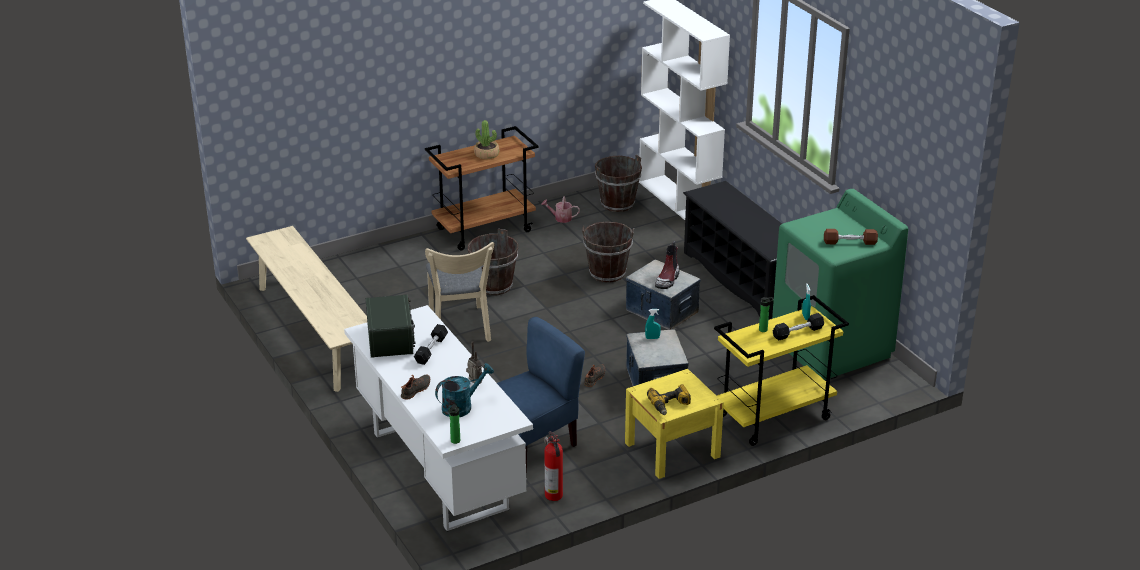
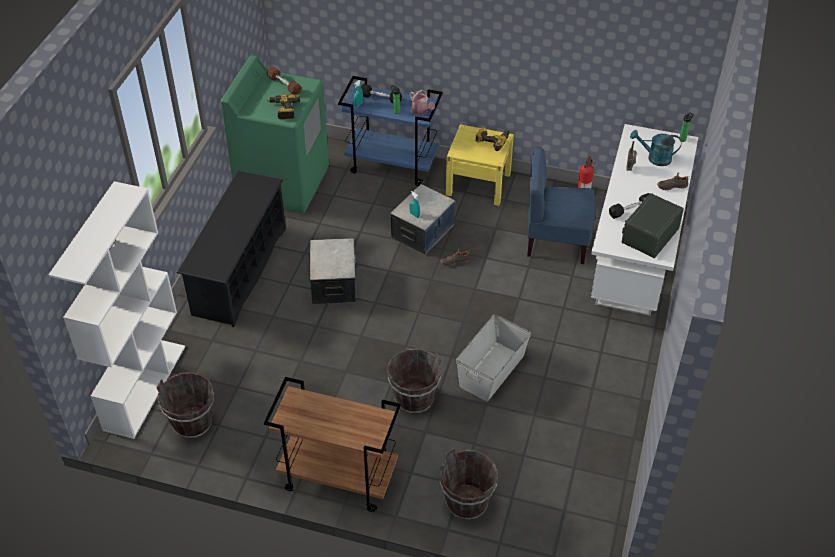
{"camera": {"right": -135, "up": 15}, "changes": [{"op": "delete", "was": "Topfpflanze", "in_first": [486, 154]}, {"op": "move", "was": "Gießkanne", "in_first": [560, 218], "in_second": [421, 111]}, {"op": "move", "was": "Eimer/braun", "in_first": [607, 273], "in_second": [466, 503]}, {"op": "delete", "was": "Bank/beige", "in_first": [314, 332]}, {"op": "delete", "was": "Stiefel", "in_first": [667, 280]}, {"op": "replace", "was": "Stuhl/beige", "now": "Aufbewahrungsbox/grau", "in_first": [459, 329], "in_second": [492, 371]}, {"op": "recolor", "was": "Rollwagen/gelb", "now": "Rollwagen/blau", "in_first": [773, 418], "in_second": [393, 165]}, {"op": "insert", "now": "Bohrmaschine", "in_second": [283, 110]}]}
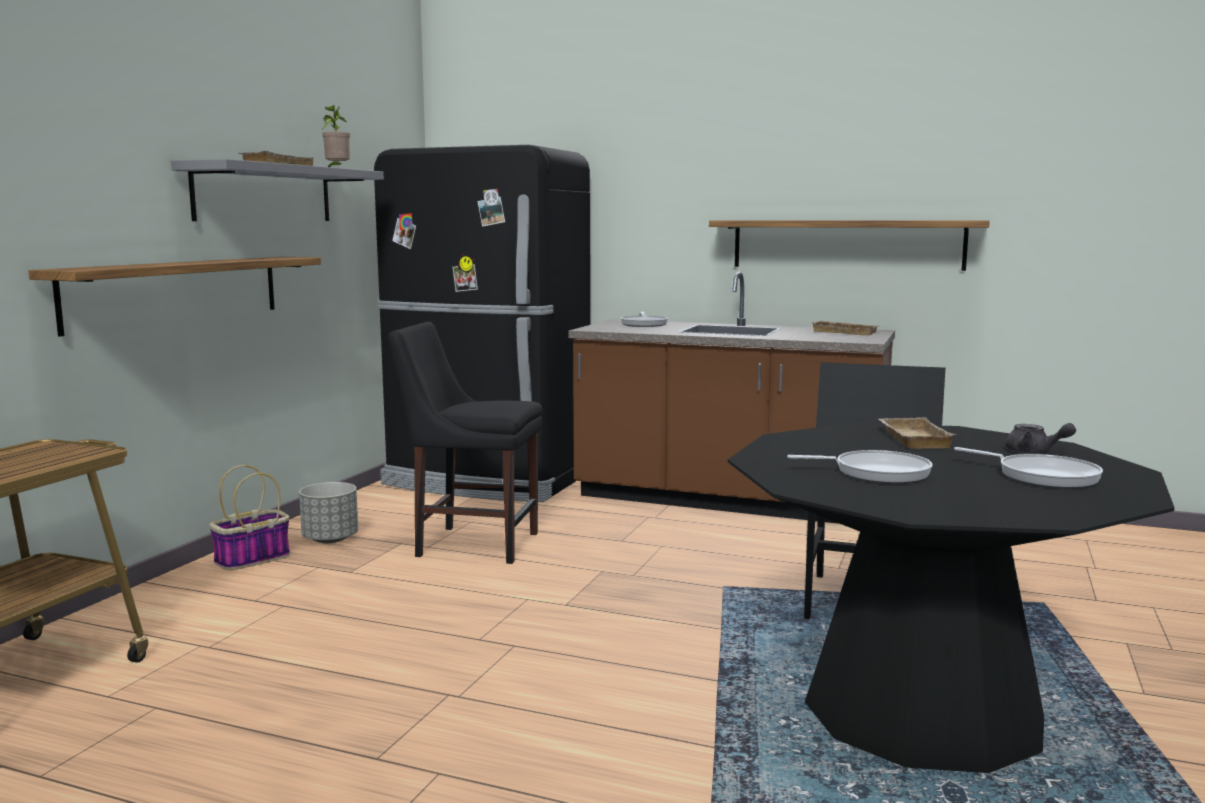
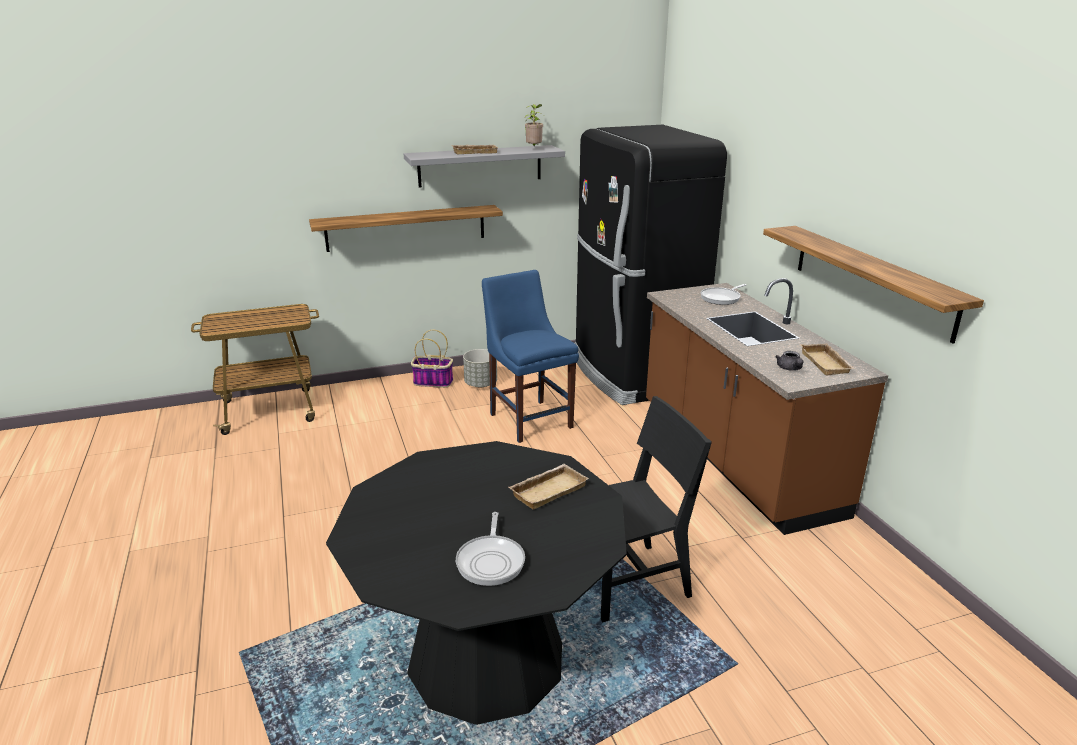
{"camera": {"right": 50, "up": 15}, "changes": [{"op": "recolor", "was": "Stuhl/schwarz", "now": "Stuhl/blau", "in_first": [471, 544], "in_second": [529, 419]}, {"op": "move", "was": "Teekanne/grau", "in_first": [1034, 452], "in_second": [790, 369]}, {"op": "delete", "was": "Pfanne", "in_first": [876, 473]}]}
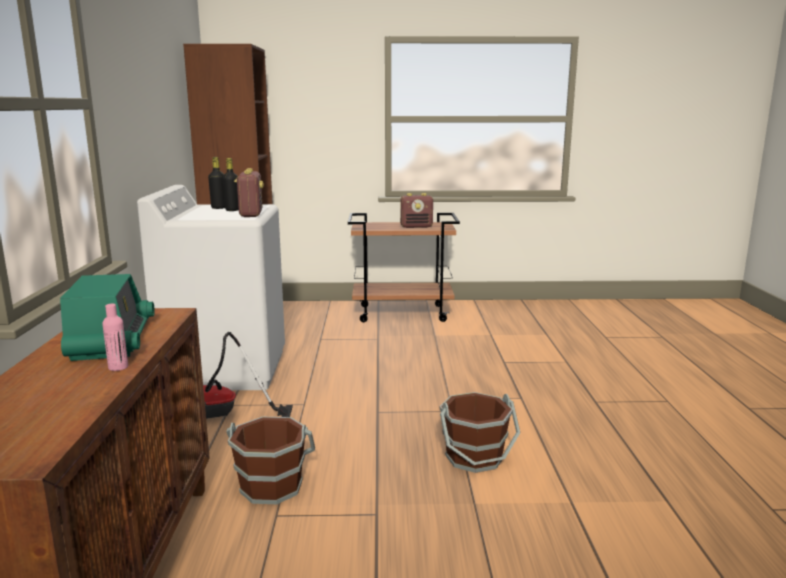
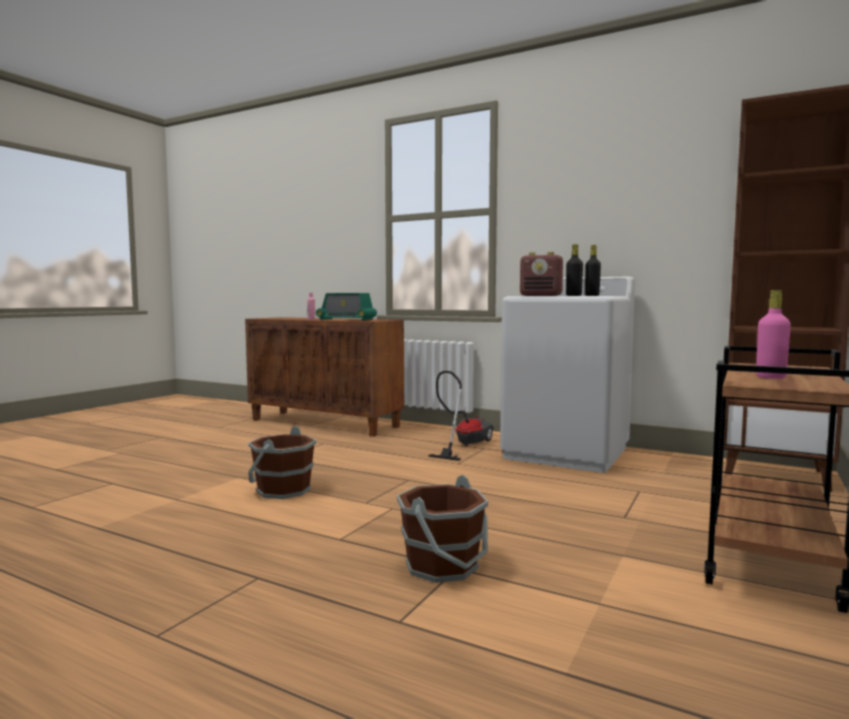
{"camera": {"right": 120, "up": -10}, "changes": [{"op": "replace", "was": "Radio", "now": "Flasche/rosa", "in_first": [416, 226], "in_second": [770, 377]}, {"op": "move", "was": "Eimer/braun", "in_first": [271, 486], "in_second": [443, 565]}]}
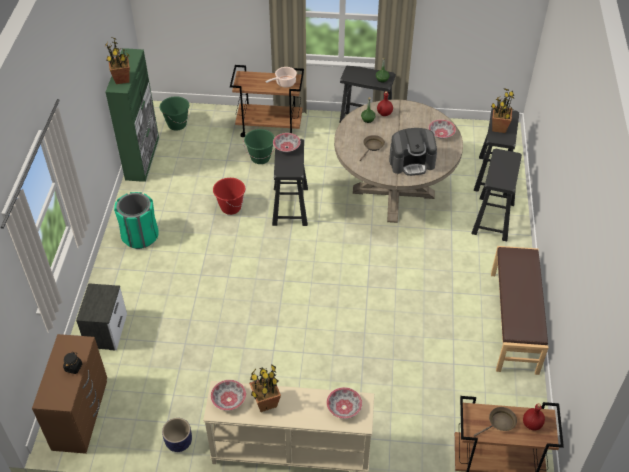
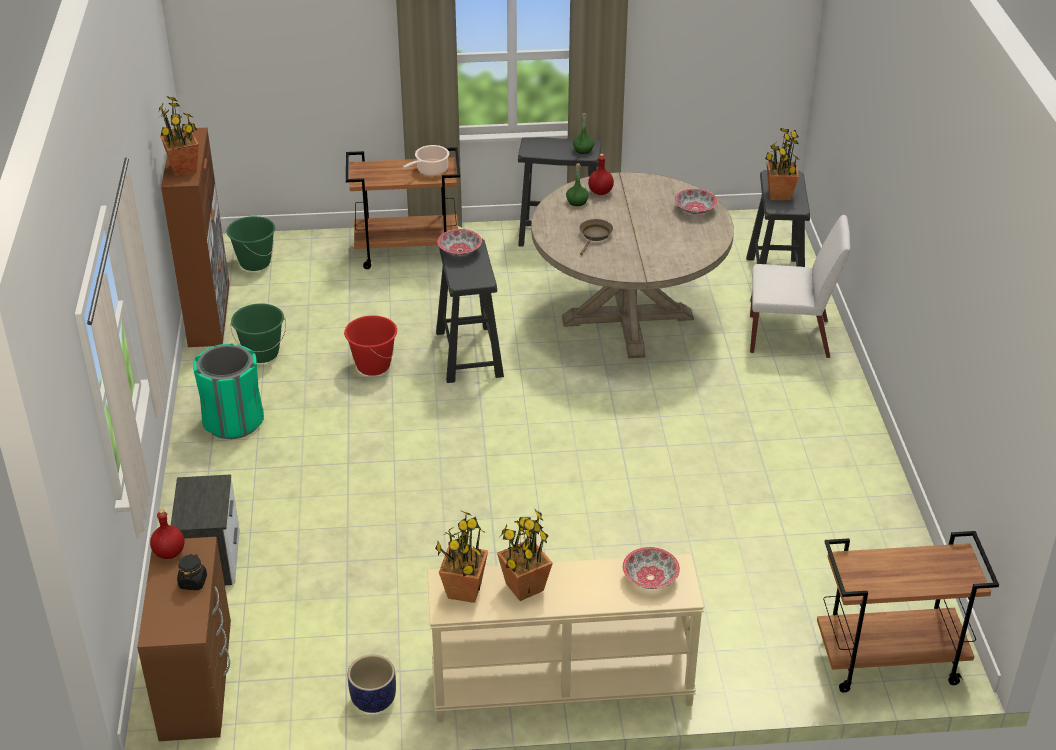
{"camera": {"right": -10, "up": -10}, "changes": [{"op": "recolor", "was": "Schrank/grün", "now": "Schrank/braun", "in_first": [142, 158], "in_second": [209, 314]}, {"op": "delete", "was": "Kaffeemaschine", "in_first": [412, 162]}, {"op": "move", "was": "Eimer/grün", "in_first": [260, 158], "in_second": [262, 353]}, {"op": "replace", "was": "Hocker/schwarz", "now": "Stuhl/weiß", "in_first": [493, 219], "in_second": [790, 336]}, {"op": "delete", "was": "Bank/braun", "in_first": [514, 322]}, {"op": "replace", "was": "Schüssel", "now": "Topfpflanze", "in_first": [229, 400], "in_second": [464, 591]}, {"op": "move", "was": "Flasche/rot", "in_first": [532, 424], "in_second": [170, 552]}, {"op": "delete", "was": "Pfanne/braun", "in_first": [500, 423]}]}
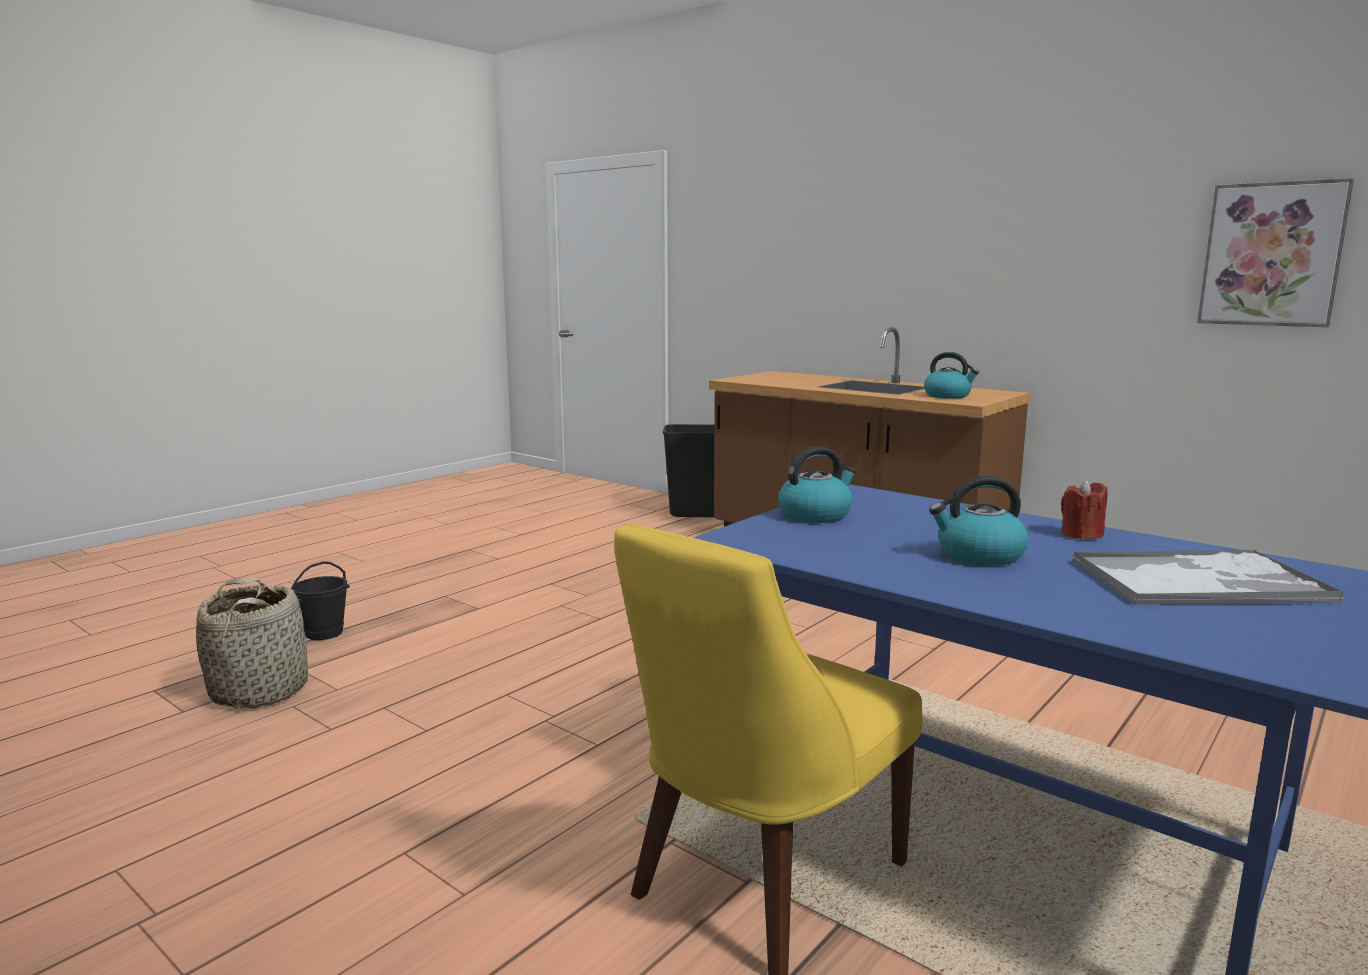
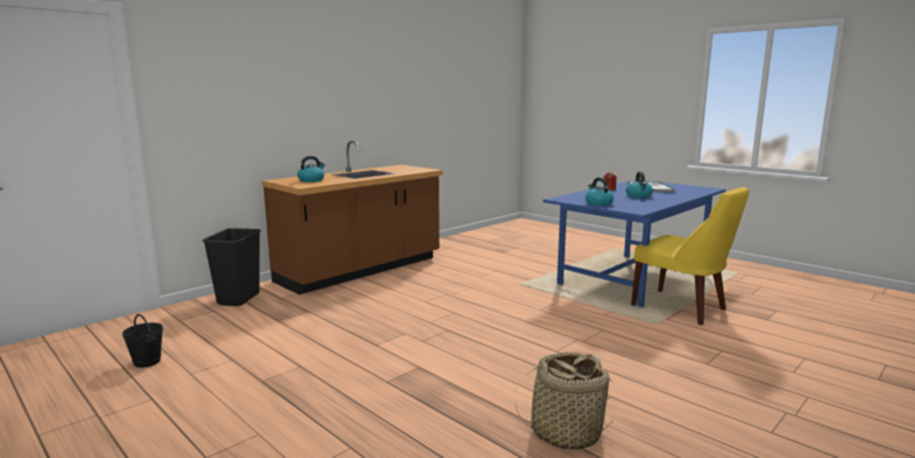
{"camera": {"right": -85, "up": 0}, "changes": [{"op": "delete", "was": "Bild", "in_first": [1271, 254]}, {"op": "move", "was": "Wasserkessel", "in_first": [948, 396], "in_second": [311, 180]}, {"op": "move", "was": "Eimer/schwarz", "in_first": [324, 633], "in_second": [148, 362]}]}
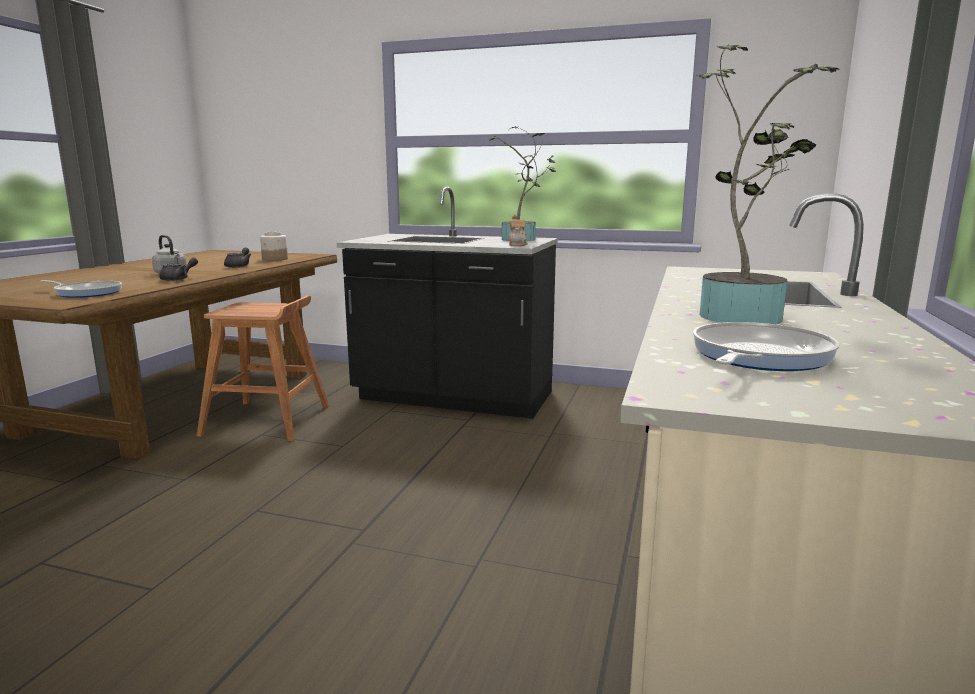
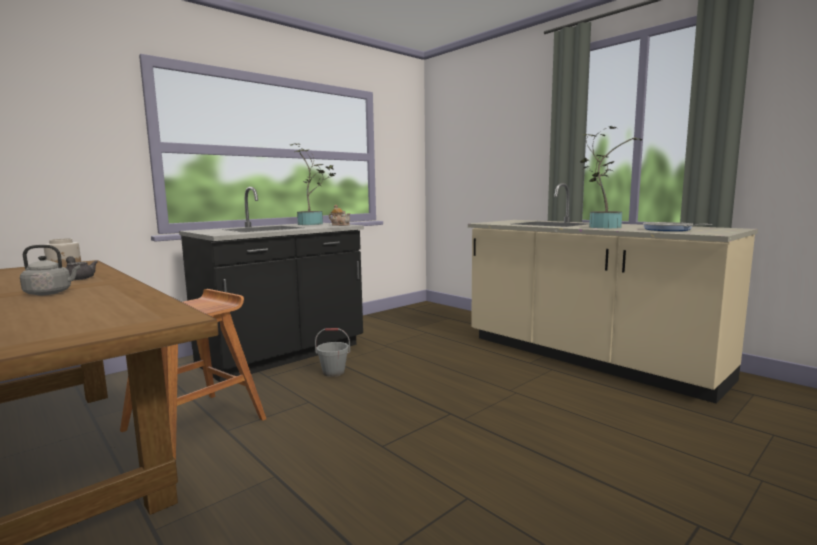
{"camera": {"right": -60, "up": -5}, "changes": [{"op": "delete", "was": "Teekanne/grau", "in_first": [179, 279]}, {"op": "delete", "was": "Pfanne", "in_first": [86, 293]}, {"op": "insert", "now": "Eimer/grau", "in_second": [333, 372]}]}
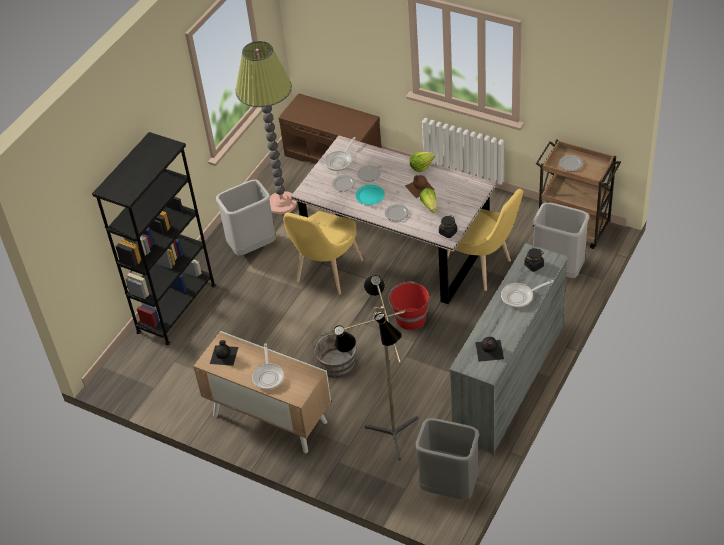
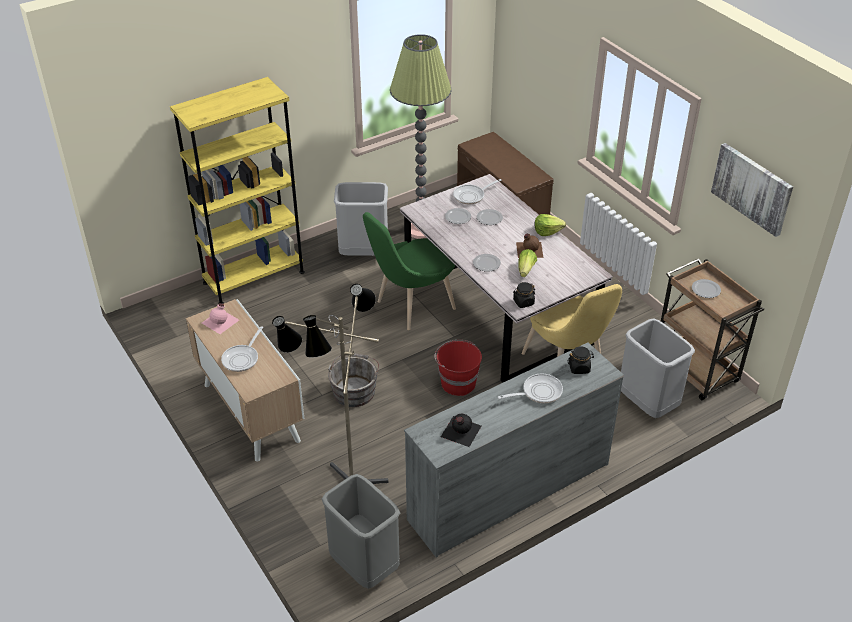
{"camera": {"right": 25, "up": -5}, "changes": [{"op": "recolor", "was": "Bücherregal/schwarz", "now": "Bücherregal/gelb", "in_first": [176, 308], "in_second": [254, 277]}, {"op": "delete", "was": "Teller/türkis", "in_first": [370, 196]}, {"op": "recolor", "was": "Stuhl/gelb", "now": "Stuhl/grün", "in_first": [326, 274], "in_second": [411, 307]}, {"op": "rotate", "was": "Pfanne", "in_first": [520, 296], "in_second": [538, 392], "clockwise": 150}, {"op": "recolor", "was": "Flasche/schwarz", "now": "Flasche/rosa", "in_first": [224, 355], "in_second": [221, 321]}, {"op": "insert", "now": "Bild", "in_second": [752, 188]}]}
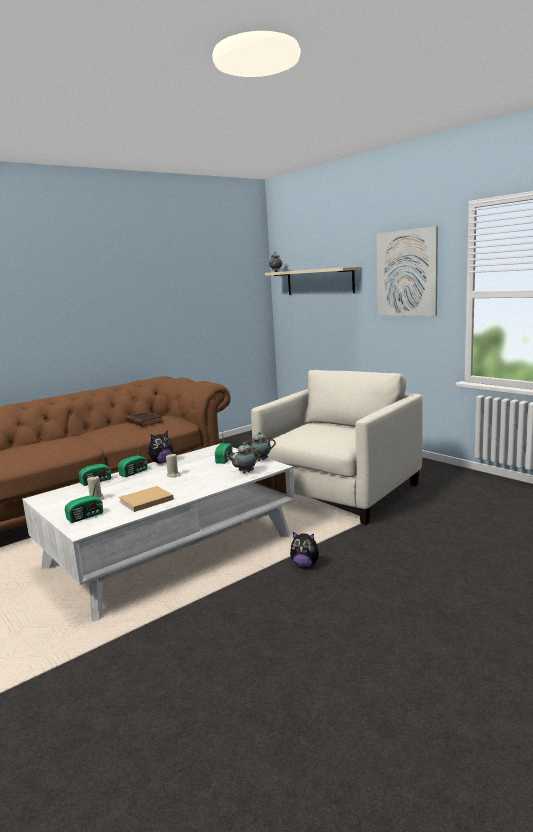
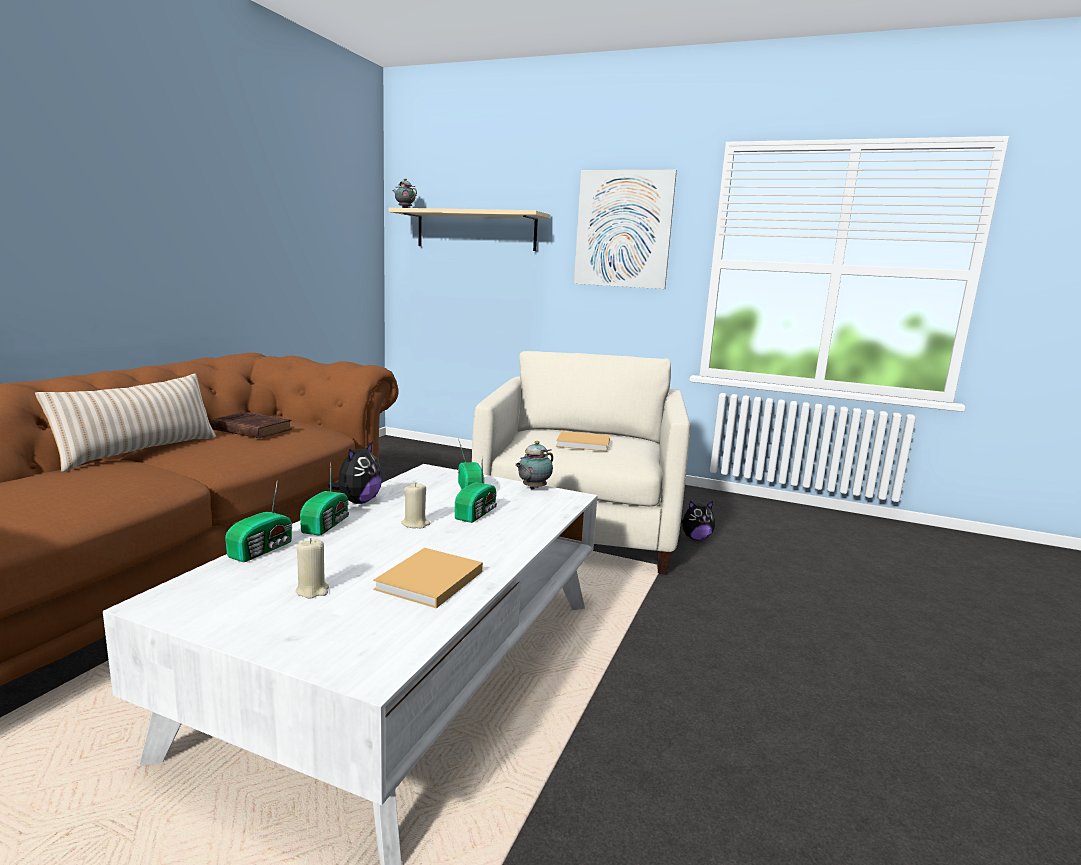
{"camera": {"right": -30, "up": 0}, "changes": [{"op": "delete", "was": "Teekanne", "in_first": [245, 472]}, {"op": "move", "was": "Radio", "in_first": [86, 516], "in_second": [477, 513]}, {"op": "move", "was": "Plüschtier", "in_first": [305, 565], "in_second": [695, 538]}, {"op": "insert", "now": "Kissen/beige", "in_second": [139, 451]}, {"op": "insert", "now": "Buch/beige", "in_second": [585, 444]}]}
